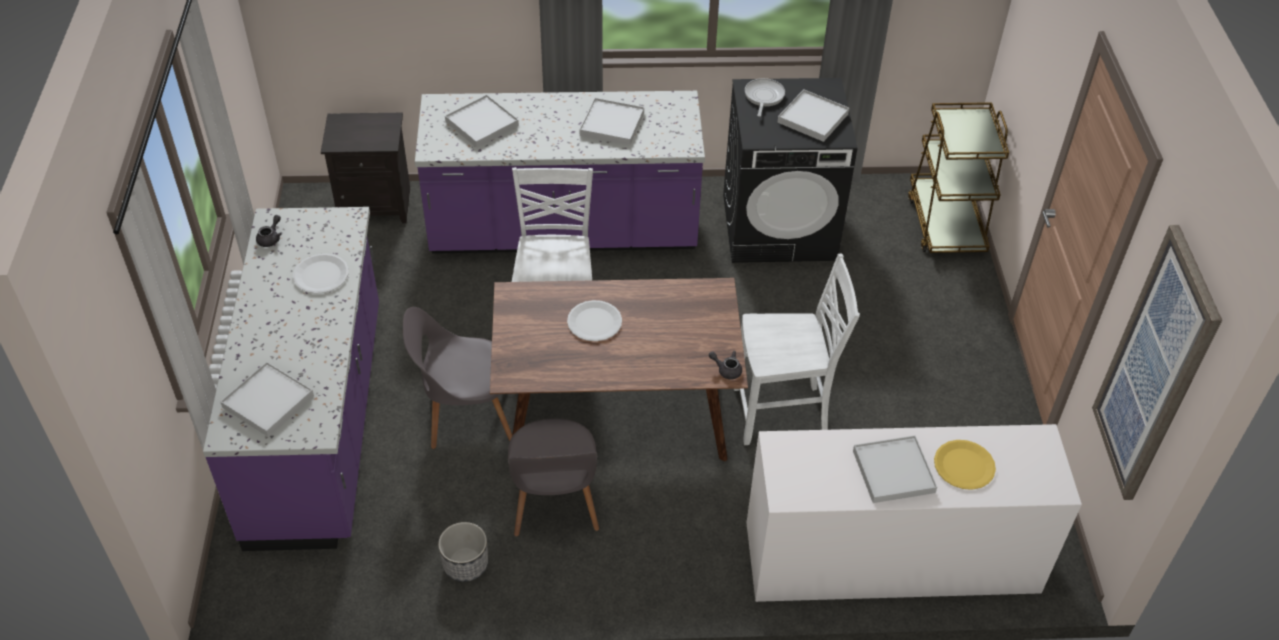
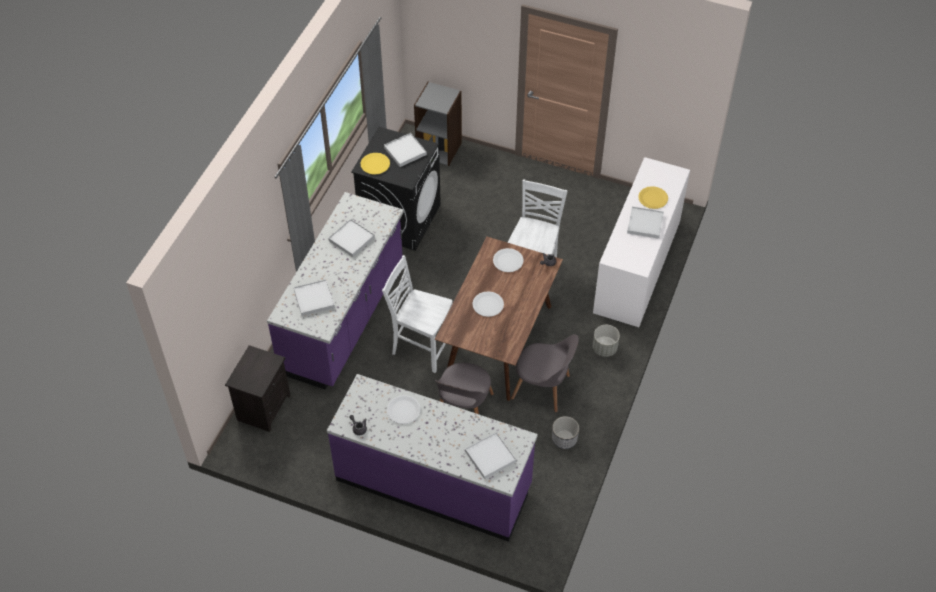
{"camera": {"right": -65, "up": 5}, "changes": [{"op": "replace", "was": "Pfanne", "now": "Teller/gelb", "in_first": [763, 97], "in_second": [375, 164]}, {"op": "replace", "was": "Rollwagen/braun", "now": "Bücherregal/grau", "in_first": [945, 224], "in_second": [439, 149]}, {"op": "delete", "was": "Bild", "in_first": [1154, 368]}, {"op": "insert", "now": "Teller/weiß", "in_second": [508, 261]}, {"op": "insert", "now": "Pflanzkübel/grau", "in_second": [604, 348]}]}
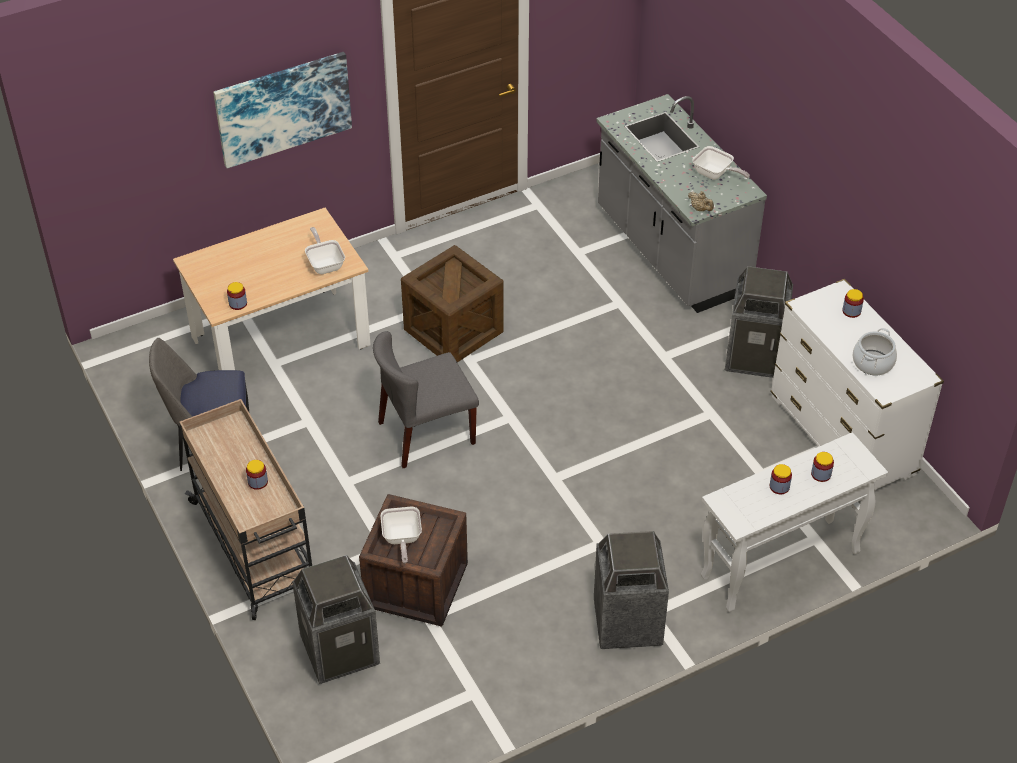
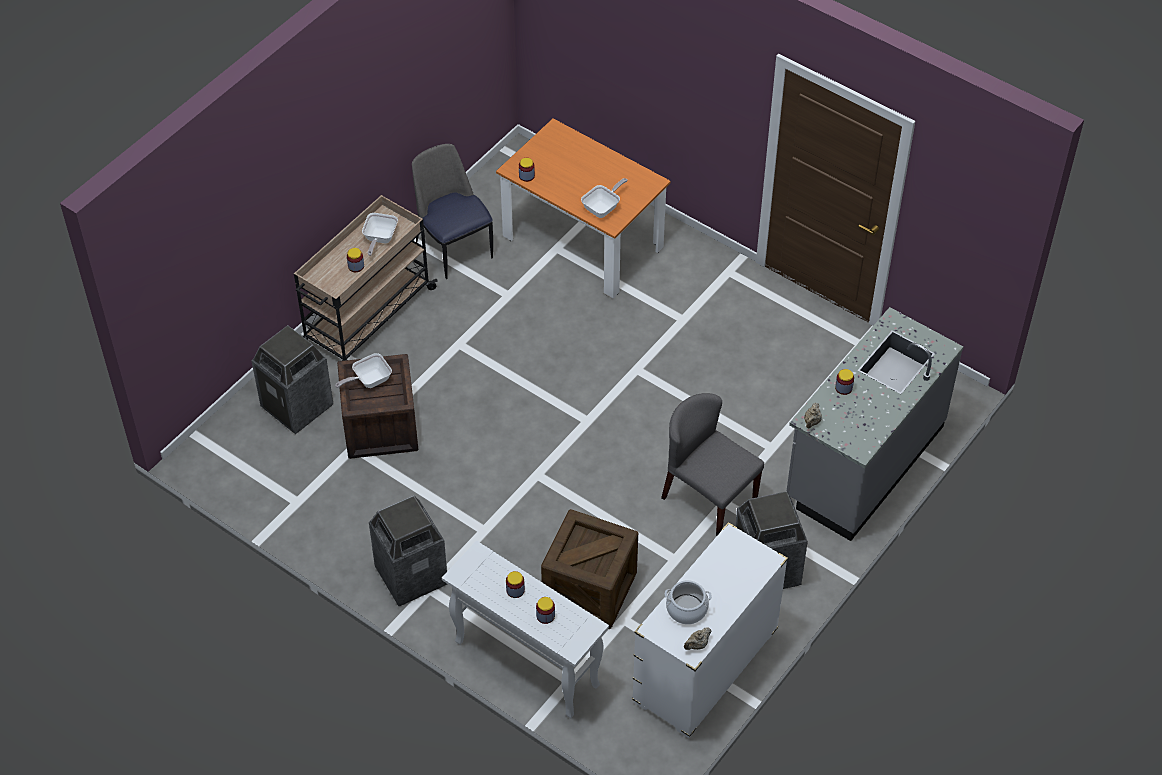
{"camera": {"right": 65, "up": 5}, "changes": [{"op": "delete", "was": "Bild", "in_first": [283, 108]}, {"op": "move", "was": "Pfanne", "in_first": [715, 174], "in_second": [379, 239]}, {"op": "recolor", "was": "Esstisch/beige", "now": "Esstisch/orange", "in_first": [281, 341], "in_second": [583, 242]}, {"op": "move", "was": "Kiste", "in_first": [453, 331], "in_second": [589, 589]}, {"op": "move", "was": "Vorratsglas", "in_first": [851, 311], "in_second": [843, 388]}, {"op": "move", "was": "Stuhl/grau", "in_first": [426, 433], "in_second": [708, 498]}, {"op": "insert", "now": "Teekanne/beige", "in_second": [697, 645]}]}
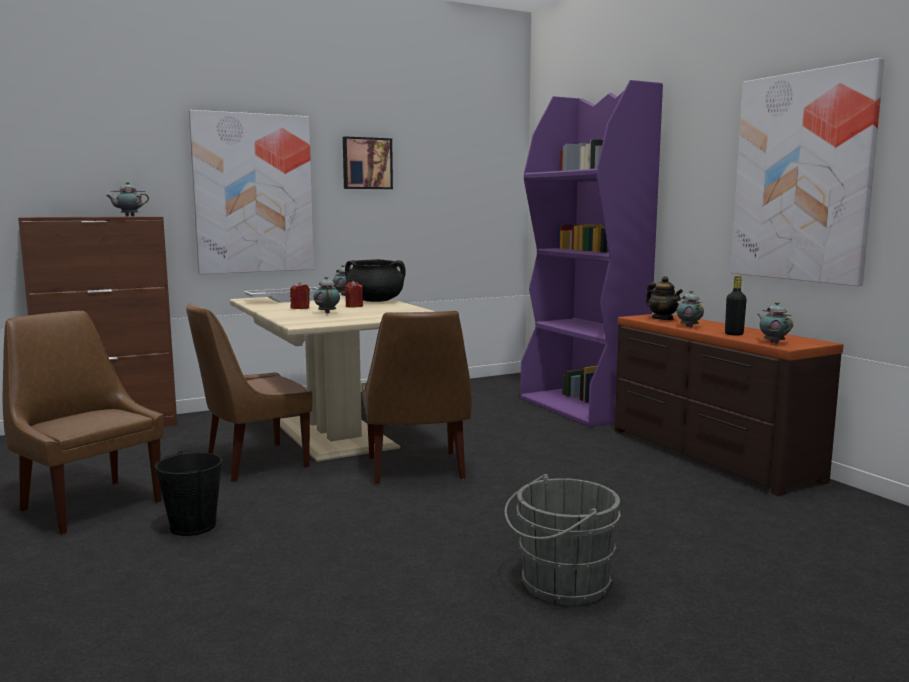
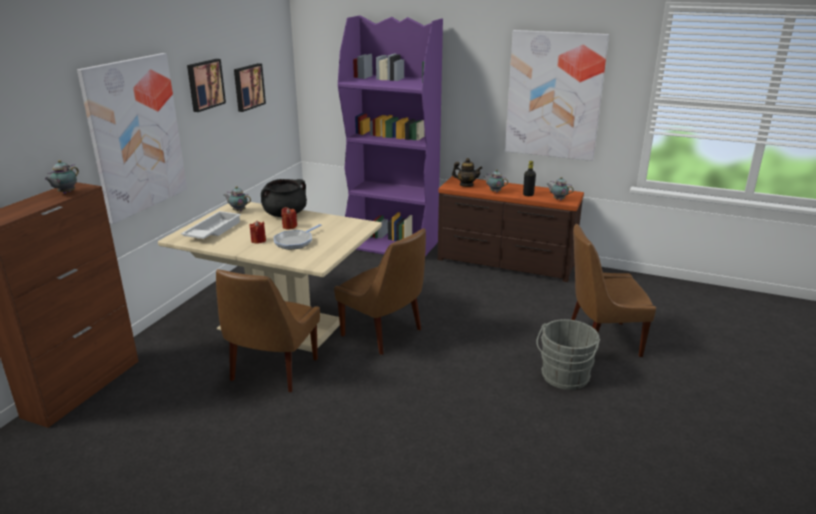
{"camera": {"right": -40, "up": 15}, "changes": [{"op": "replace", "was": "Teekanne", "now": "Pfanne", "in_first": [327, 313], "in_second": [295, 242]}, {"op": "move", "was": "Stuhl/braun", "in_first": [89, 505], "in_second": [600, 340]}, {"op": "delete", "was": "Eimer/schwarz", "in_first": [193, 526]}, {"op": "insert", "now": "Bild", "in_second": [248, 87]}]}
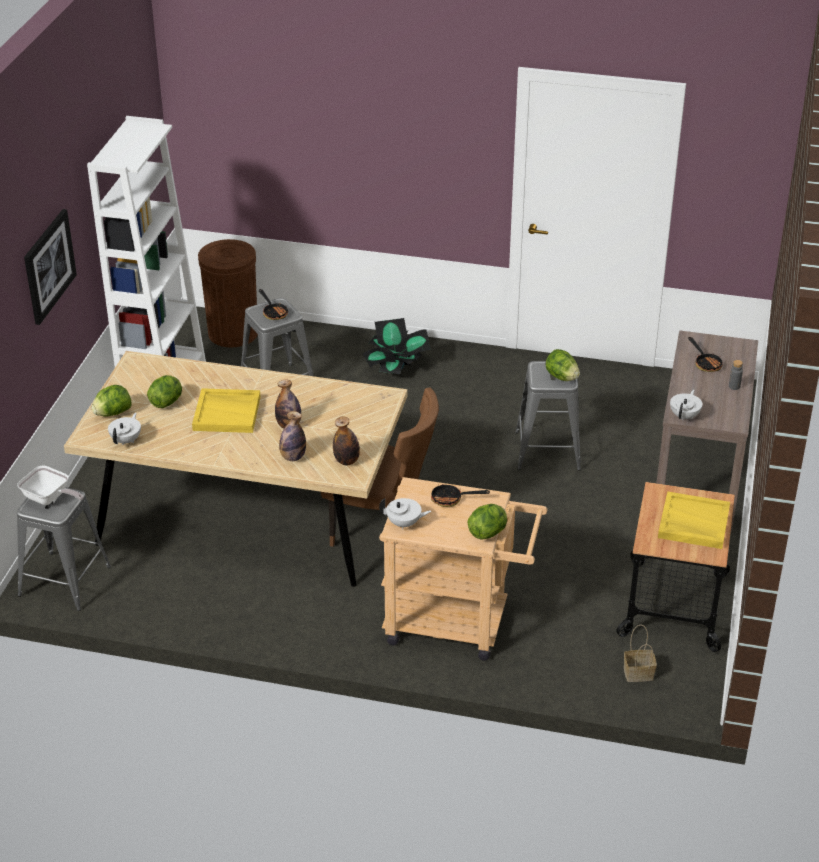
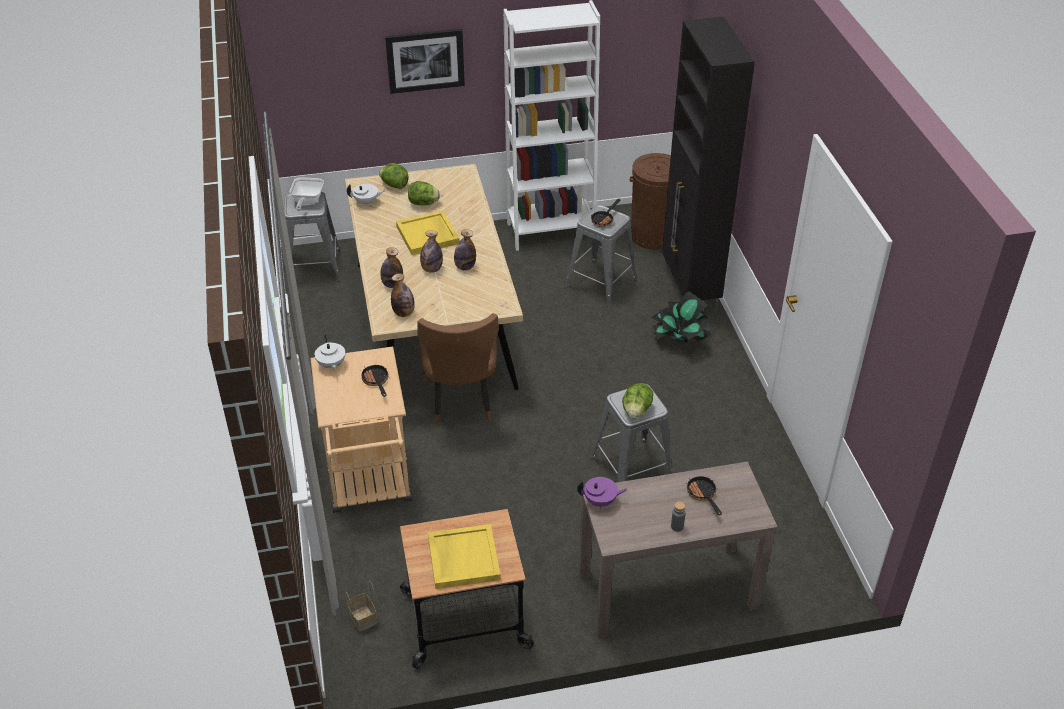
{"camera": {"right": 65, "up": 5}, "changes": [{"op": "rotate", "was": "Pfanne", "in_first": [706, 363], "in_second": [703, 495], "clockwise": 120}, {"op": "recolor", "was": "Teekanne/weiß", "now": "Teekanne/lila", "in_first": [685, 416], "in_second": [600, 501]}, {"op": "delete", "was": "Salatkopf", "in_first": [488, 532]}, {"op": "insert", "now": "Schrank/schwarz", "in_second": [690, 289]}, {"op": "insert", "now": "Flasche", "in_second": [465, 267]}]}
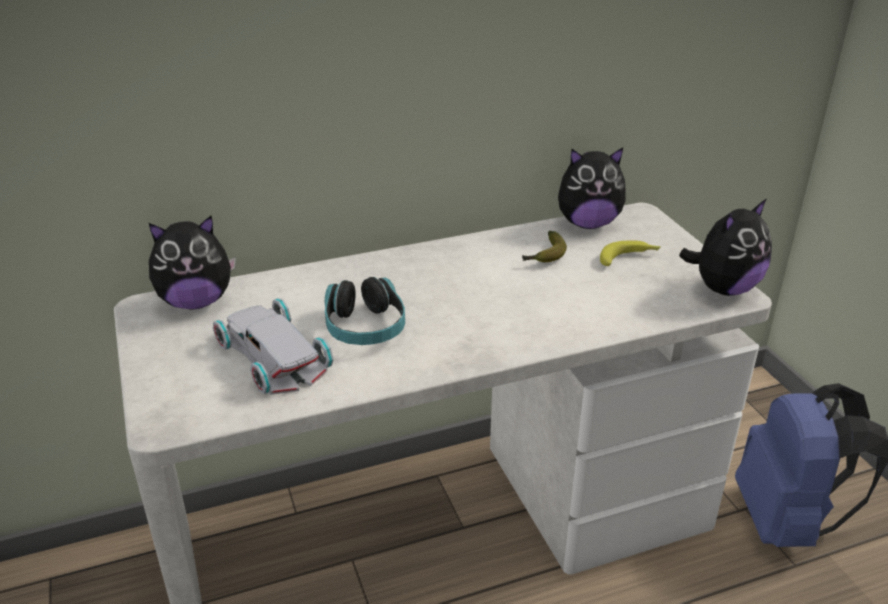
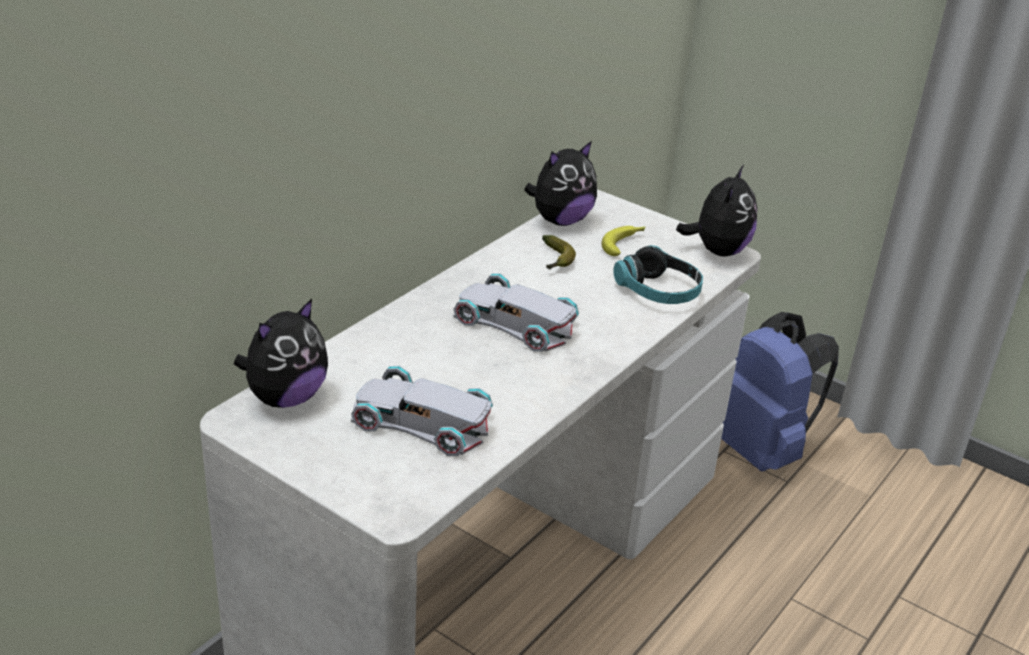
{"camera": {"right": -35, "up": 0}, "changes": [{"op": "move", "was": "Kopfhörer", "in_first": [365, 327], "in_second": [658, 291]}, {"op": "insert", "now": "Spielzeugauto/weiß", "in_second": [514, 321]}]}
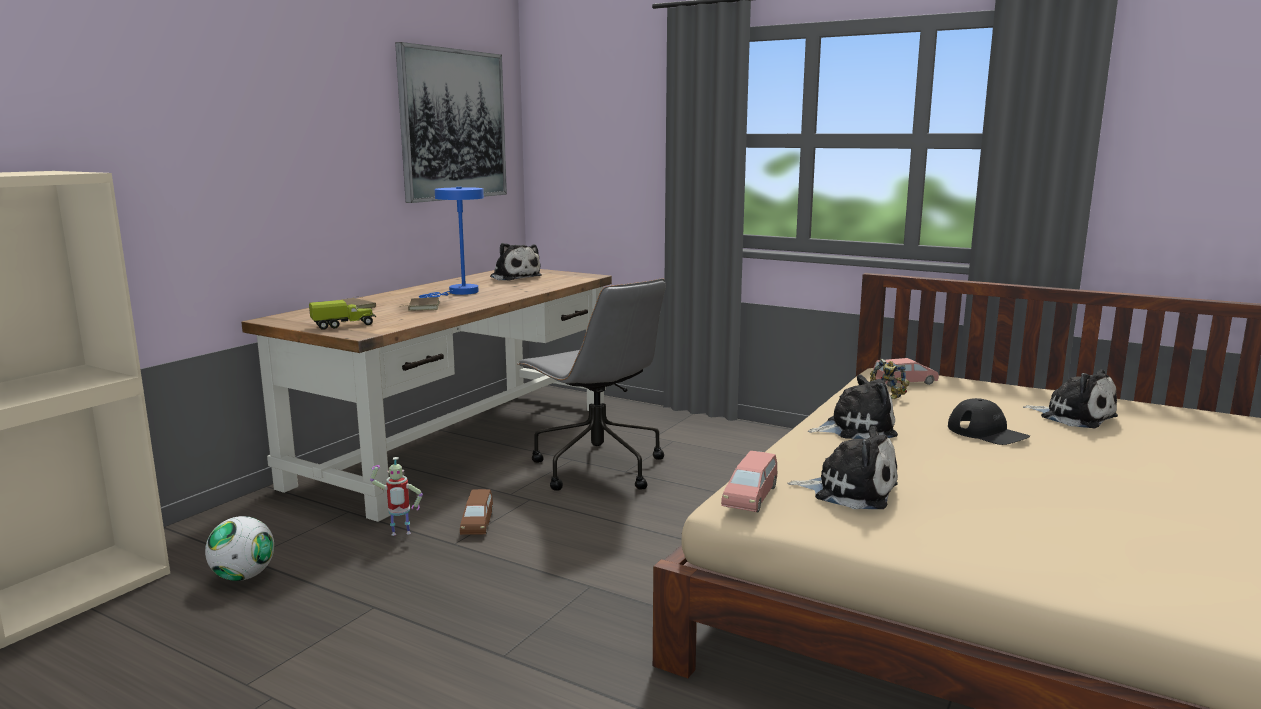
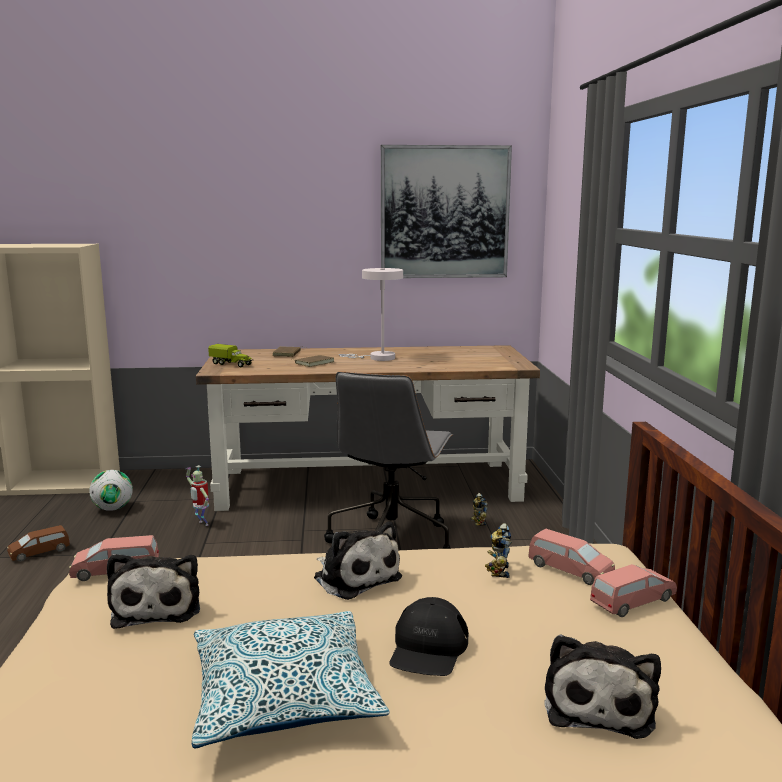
{"camera": {"right": 55, "up": 0}, "changes": [{"op": "recolor", "was": "Tischlampe/blau", "now": "Tischlampe/weiß", "in_first": [459, 292], "in_second": [377, 358]}, {"op": "delete", "was": "Plüschtier", "in_first": [514, 277]}, {"op": "move", "was": "Spielzeugauto/braun", "in_first": [477, 523], "in_second": [39, 552]}, {"op": "insert", "now": "Spielzeugroboter", "in_second": [477, 522]}, {"op": "insert", "now": "Spielzeugauto/rosa", "in_second": [632, 602]}, {"op": "insert", "now": "Kissen", "in_second": [284, 696]}]}
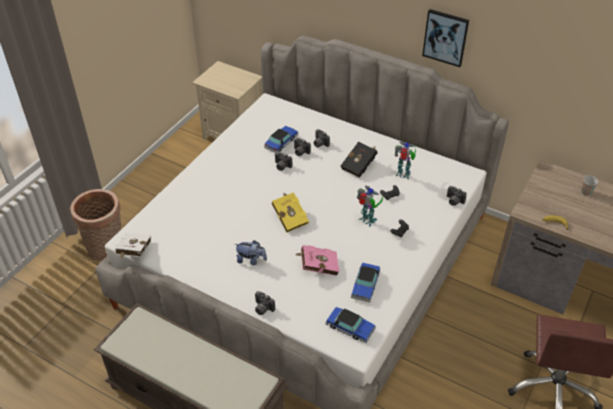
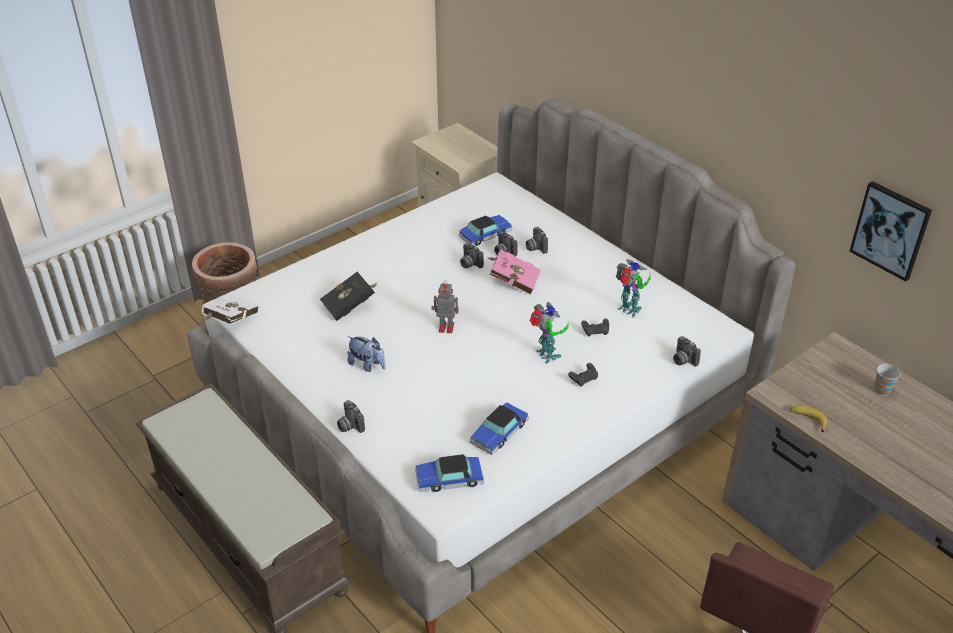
{"camera": {"right": 20, "up": -5}, "changes": [{"op": "move", "was": "Bild", "in_first": [445, 37], "in_second": [890, 230]}, {"op": "move", "was": "Buch/schwarz", "in_first": [360, 166], "in_second": [350, 306]}, {"op": "replace", "was": "Buch/gelb", "now": "Spielzeugroboter", "in_first": [290, 218], "in_second": [445, 327]}, {"op": "move", "was": "Buch/rosa", "in_first": [317, 267], "in_second": [512, 281]}, {"op": "rotate", "was": "Spielzeugauto", "in_first": [350, 328], "in_second": [449, 479], "clockwise": 120}]}
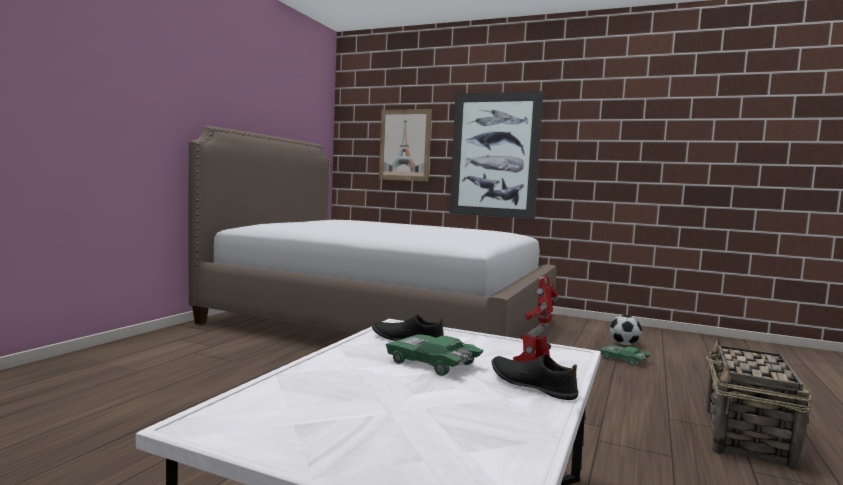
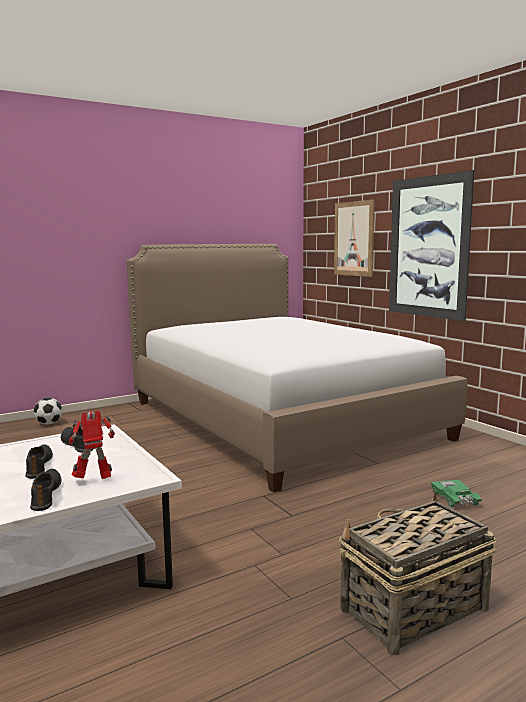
{"camera": {"right": 35, "up": 5}, "changes": [{"op": "move", "was": "Fußball", "in_first": [624, 344], "in_second": [49, 424]}, {"op": "replace", "was": "Spielzeugauto/grün", "now": "Schuh/schwarz", "in_first": [433, 363], "in_second": [39, 466]}]}
